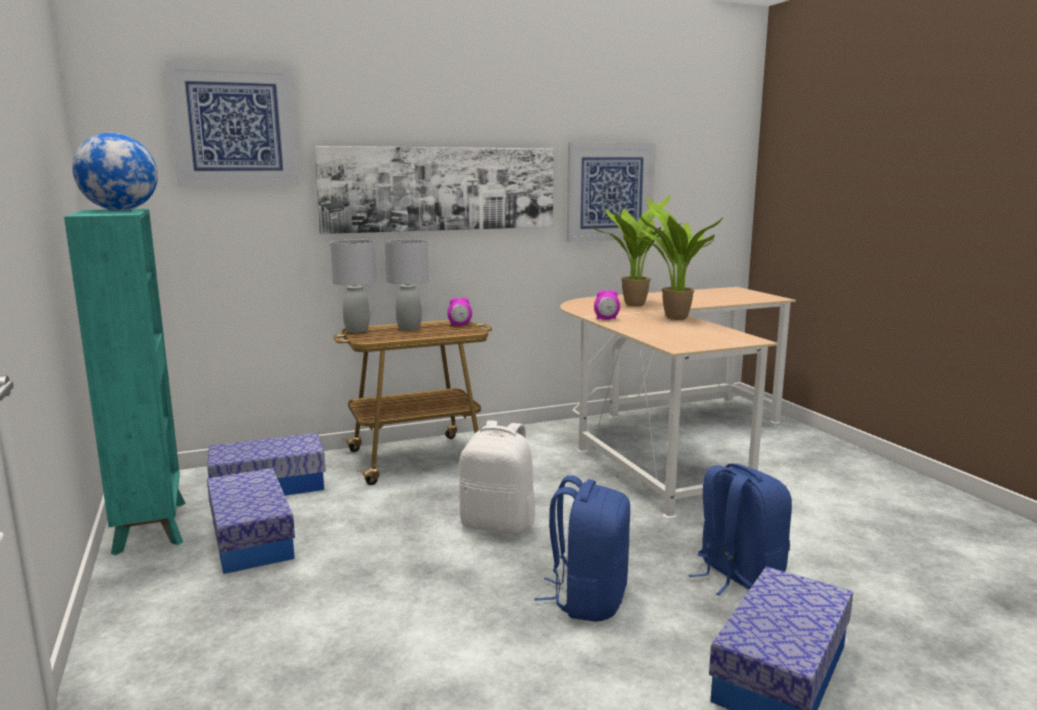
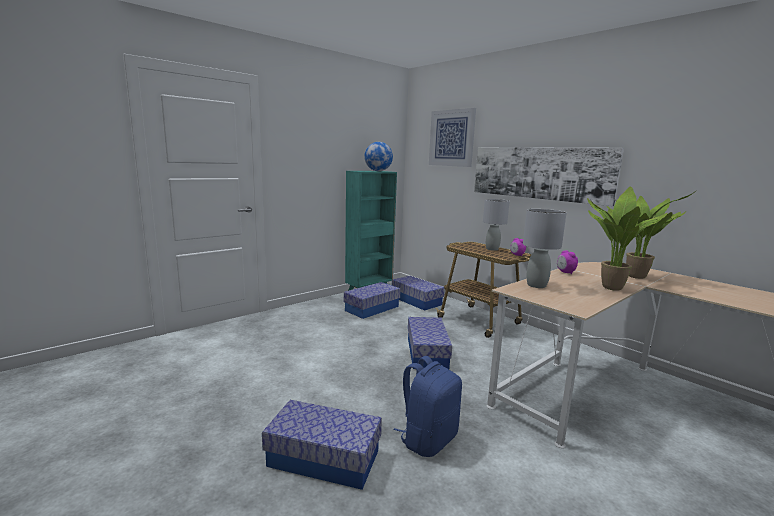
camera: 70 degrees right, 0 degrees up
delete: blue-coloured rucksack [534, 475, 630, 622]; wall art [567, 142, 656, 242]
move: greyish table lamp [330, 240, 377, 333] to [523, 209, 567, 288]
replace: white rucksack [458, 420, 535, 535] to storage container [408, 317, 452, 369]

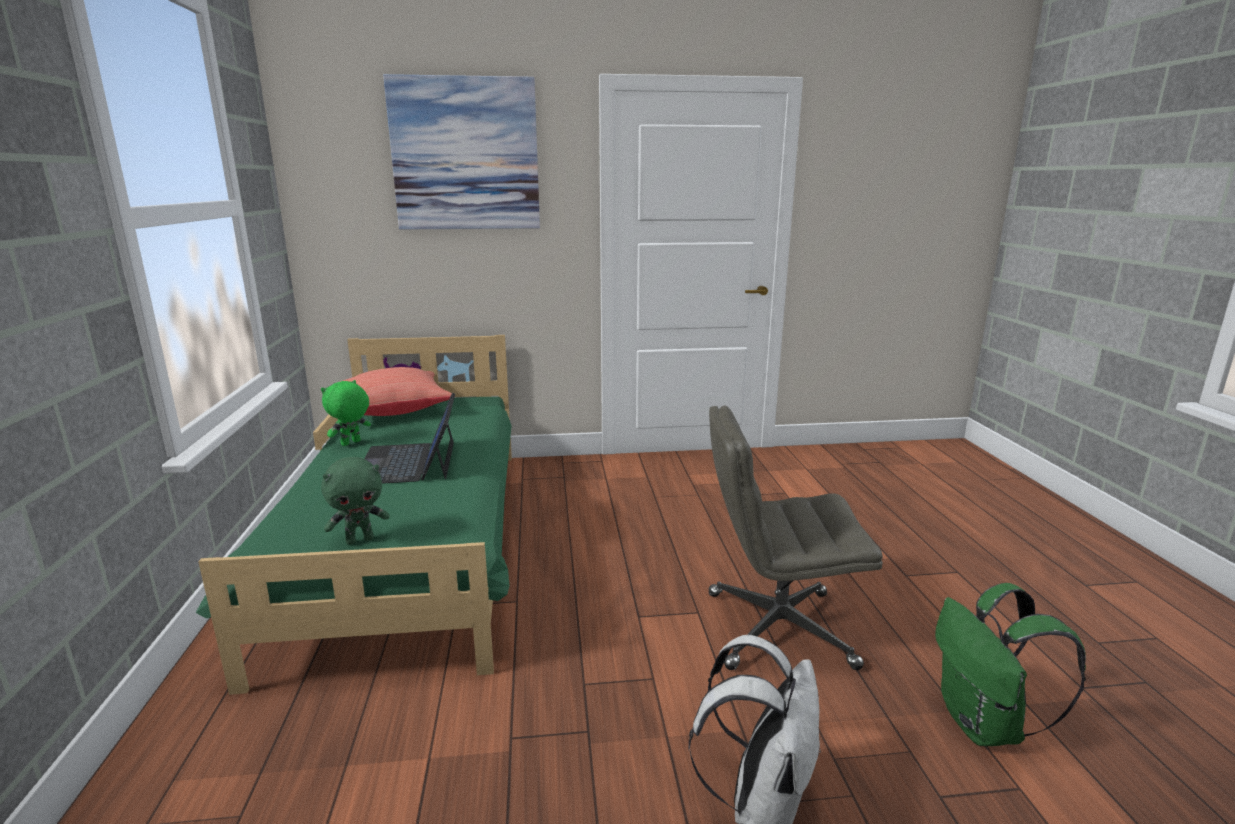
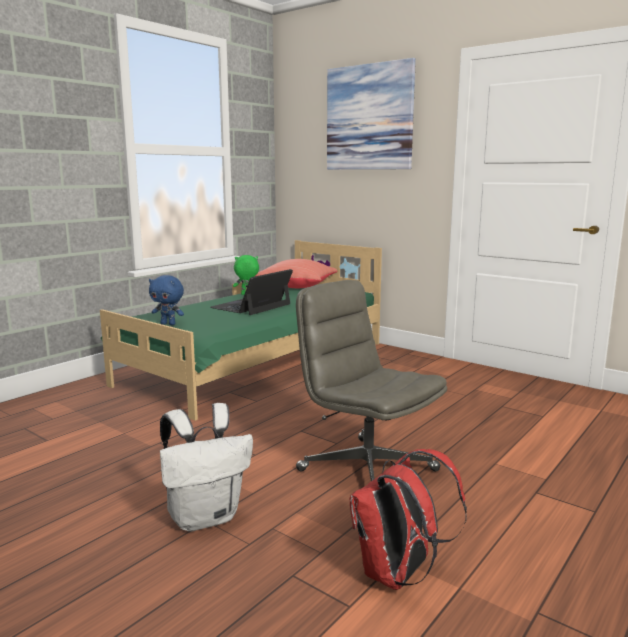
camera: 45 degrees right, 5 degrees down
recolor: green-coloured plush toy [321, 457, 390, 545] to blue-coloured plush toy [149, 275, 184, 325]; green-coloured rucksack [935, 583, 1086, 746] to red rucksack [350, 449, 467, 590]

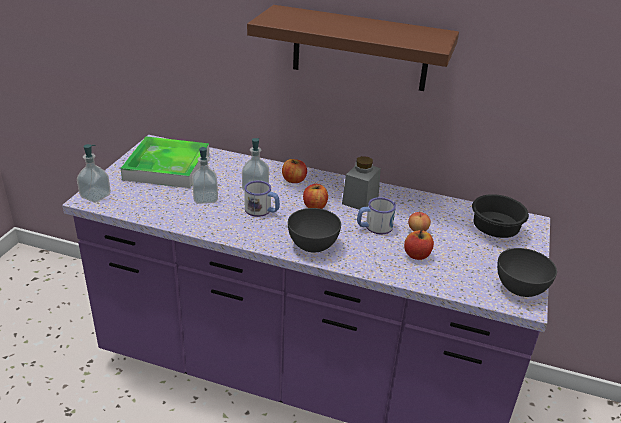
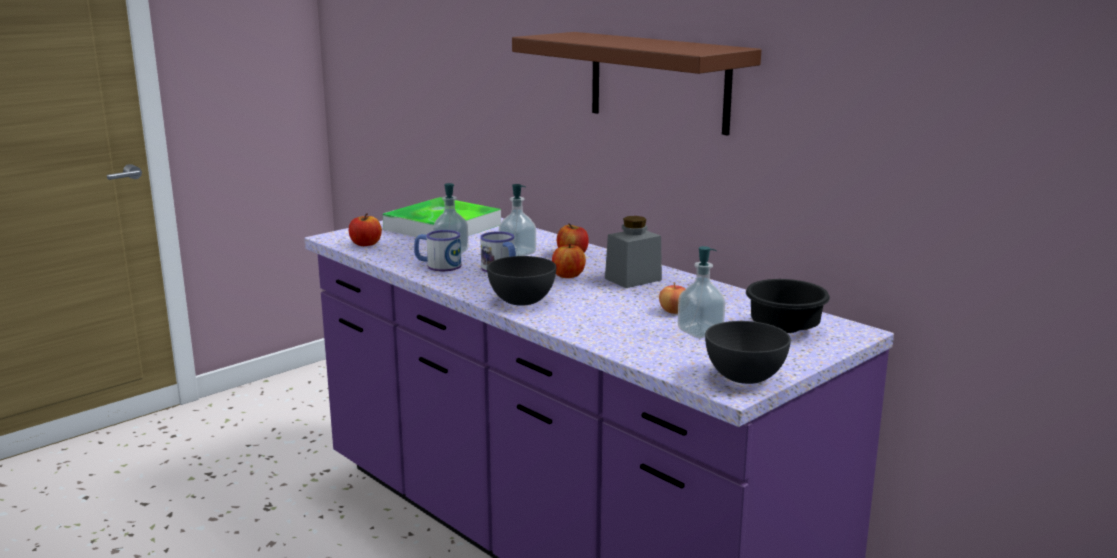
camera: 30 degrees right, 15 degrees down
move: apple fruit [404, 230, 434, 260] to [349, 213, 382, 246]; tea mug [357, 197, 396, 235] to [414, 230, 462, 271]; soap bottle [77, 144, 111, 203] to [678, 246, 726, 338]

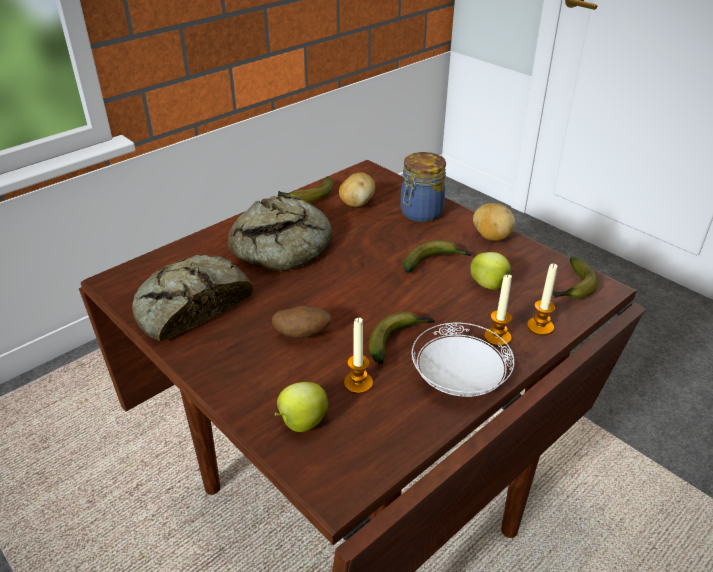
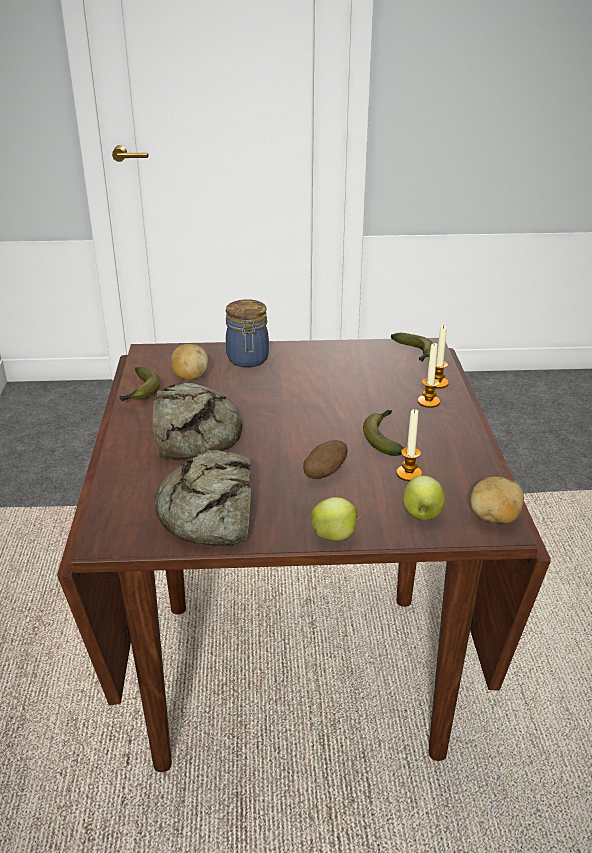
camera: 50 degrees left, 5 degrees down
delete: whole banana [403, 240, 471, 273]; white flat dish [412, 322, 514, 397]
move: apple fruit [470, 252, 511, 290] to [310, 497, 361, 541]; potato [473, 203, 515, 241] to [470, 477, 524, 524]

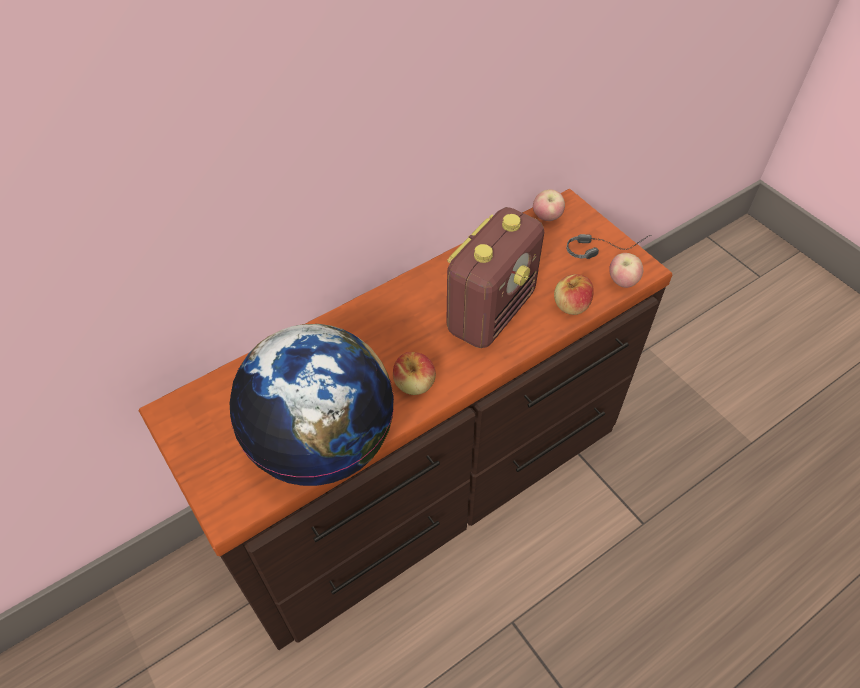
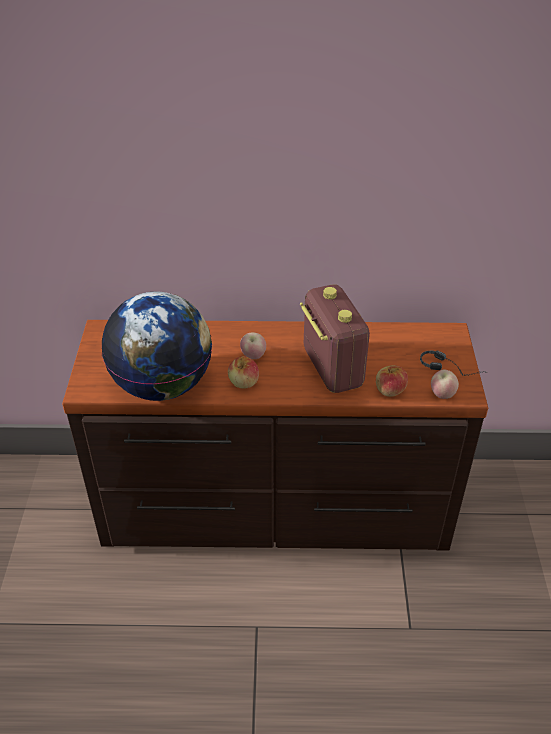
camera: 35 degrees right, 10 degrees down
move: apple fruit [533, 189, 565, 221] to [240, 332, 266, 359]
rotate: radio [446, 207, 544, 348] = [300, 284, 370, 393] 90 degrees counterclockwise

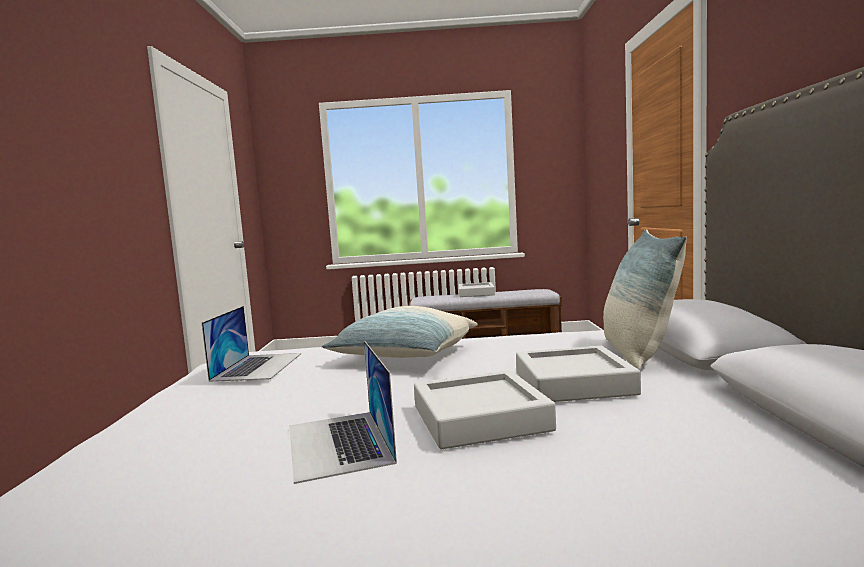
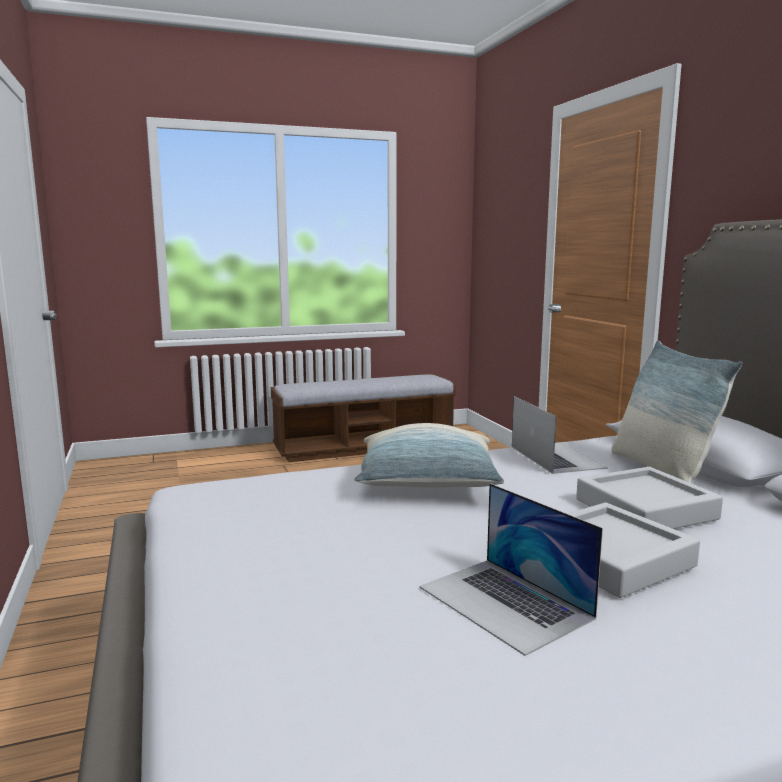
camera: 20 degrees left, 5 degrees up
delete: greyish serving tray [459, 282, 495, 297]
move: notebook computer [202, 306, 301, 382] to [512, 396, 608, 474]

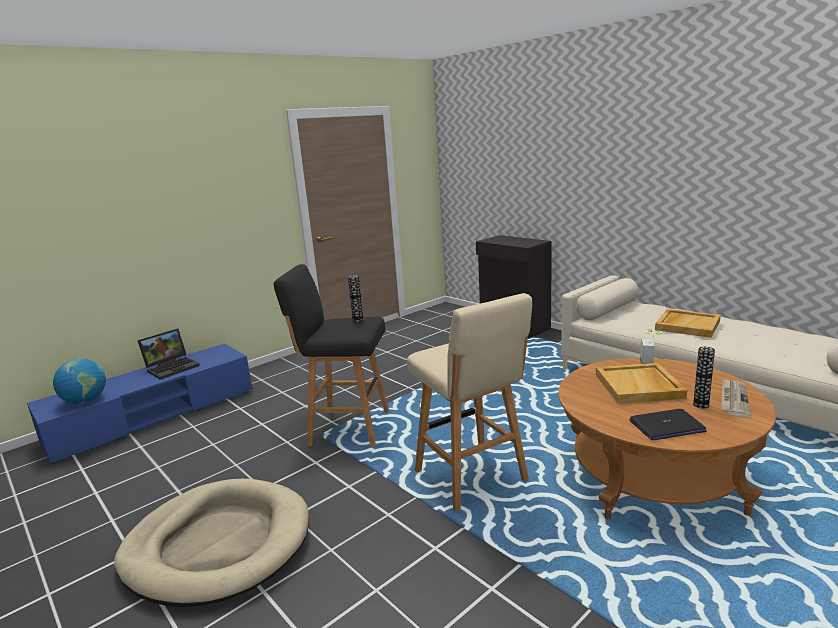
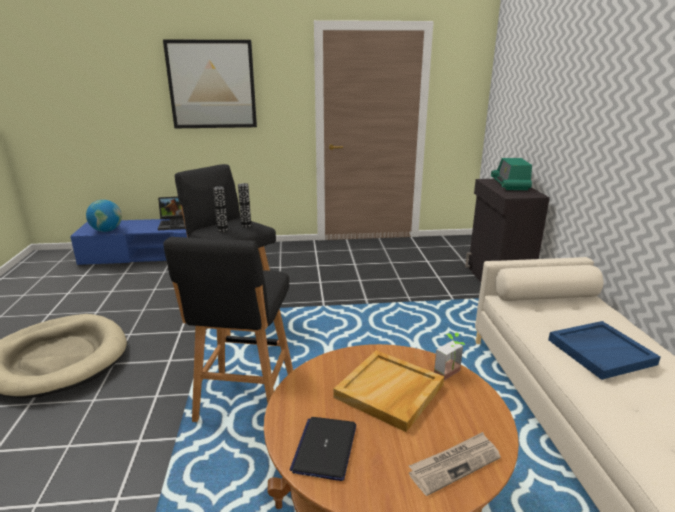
camera: 35 degrees right, 5 degrees up
insert: wall art [163, 40, 257, 128]; radio [491, 158, 532, 190]
move: flower vase [693, 347, 715, 409] to [213, 186, 228, 232]
recolor: beige-coloured sitting stool [407, 293, 532, 511] to black-coloured sitting stool [163, 237, 293, 422]; beige-coloured serving tray [655, 309, 721, 338] to blue-coloured serving tray [548, 321, 661, 380]
rotate: notebook computer [629, 409, 707, 440] = [290, 417, 356, 481] 75 degrees clockwise

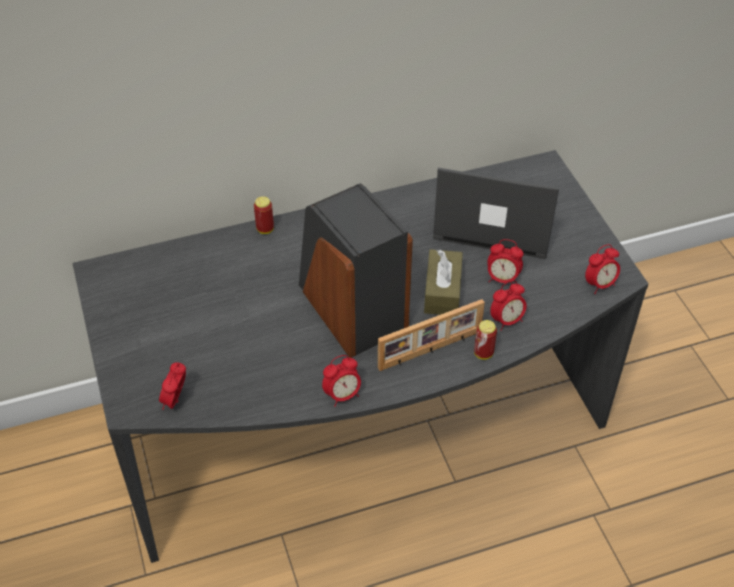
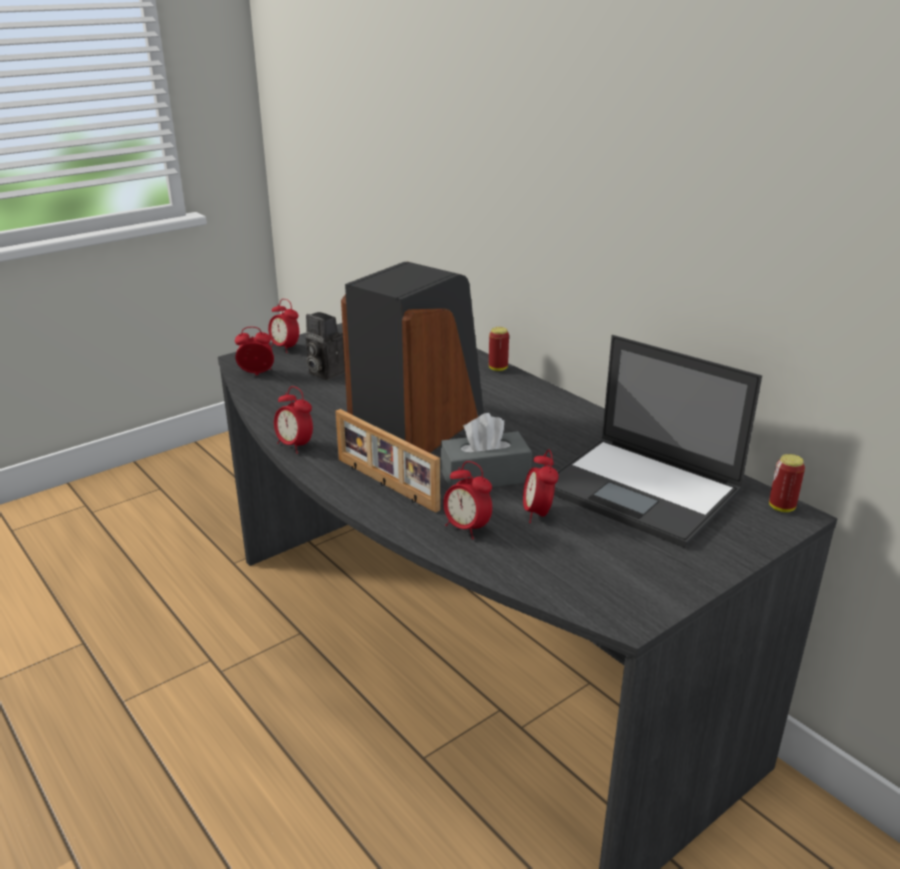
camera: 70 degrees right, 20 degrees down
insert: still camera [306, 312, 345, 380]
move: table clock [585, 244, 620, 294] to [268, 299, 299, 353]; can [474, 320, 497, 360] to [769, 454, 805, 512]
recolor: brown-coloured box of tissues [424, 249, 463, 315] to greyish box of tissues [441, 413, 532, 488]
rotate: notebook computer [433, 168, 559, 259] = [554, 335, 762, 548] 135 degrees clockwise

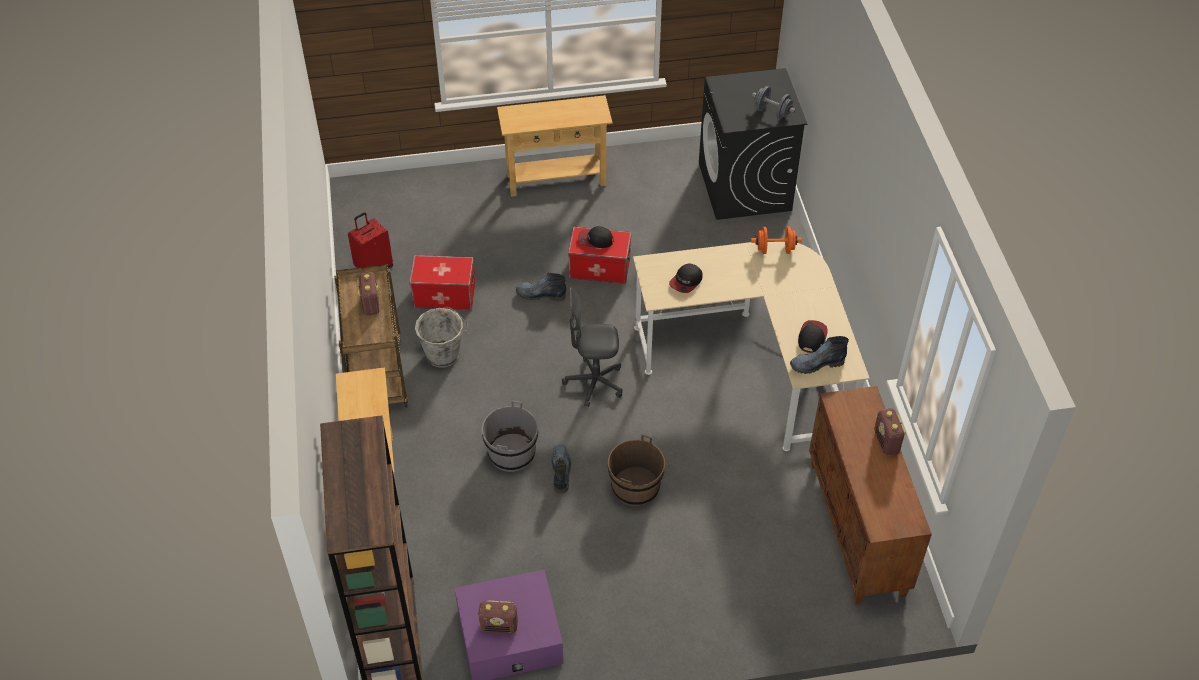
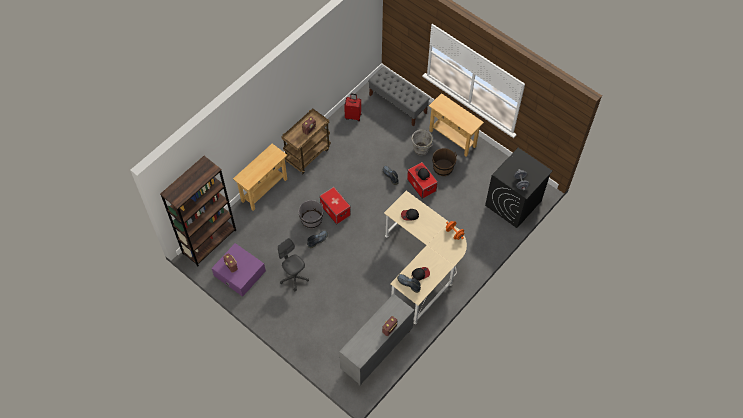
camera: 50 degrees right, 10 degrees up
insert: greyish indoor bench [368, 67, 430, 126]
move: greyish office chair [562, 287, 622, 407] to [278, 238, 309, 291]; storage container [410, 255, 475, 310] to [319, 187, 351, 224]; greyish water bucket [415, 307, 469, 368] to [412, 129, 433, 156]; brown-coloured water bucket [608, 435, 665, 507] to [432, 148, 457, 176]
recolor: brown-coloured cupboard [809, 386, 932, 604] to greyish cupboard [339, 294, 415, 386]

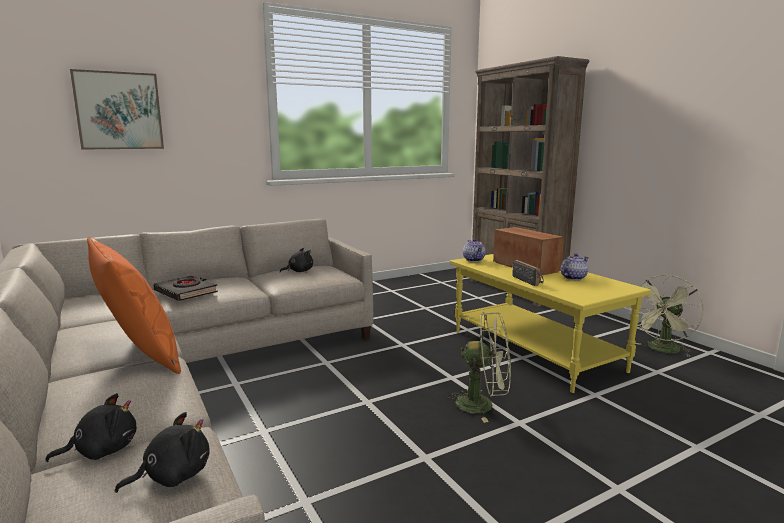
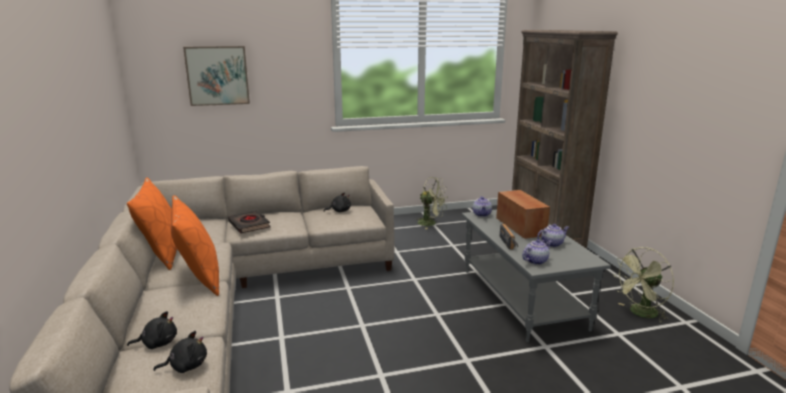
camera: 15 degrees right, 5 degrees up
insert: orange-coloured cushion [127, 177, 177, 270]; tea pot [522, 239, 552, 265]
move: green-coloured cooling fan [446, 312, 511, 423] to [416, 177, 448, 229]
recolor: yellowish low table [450, 254, 652, 393] to greyish low table [462, 210, 611, 342]

